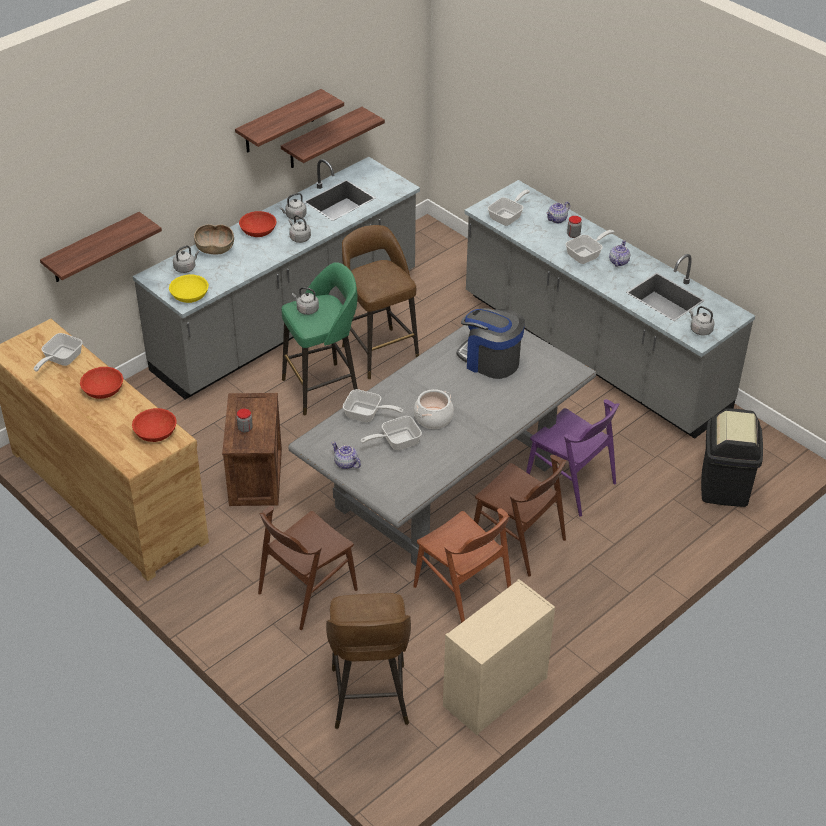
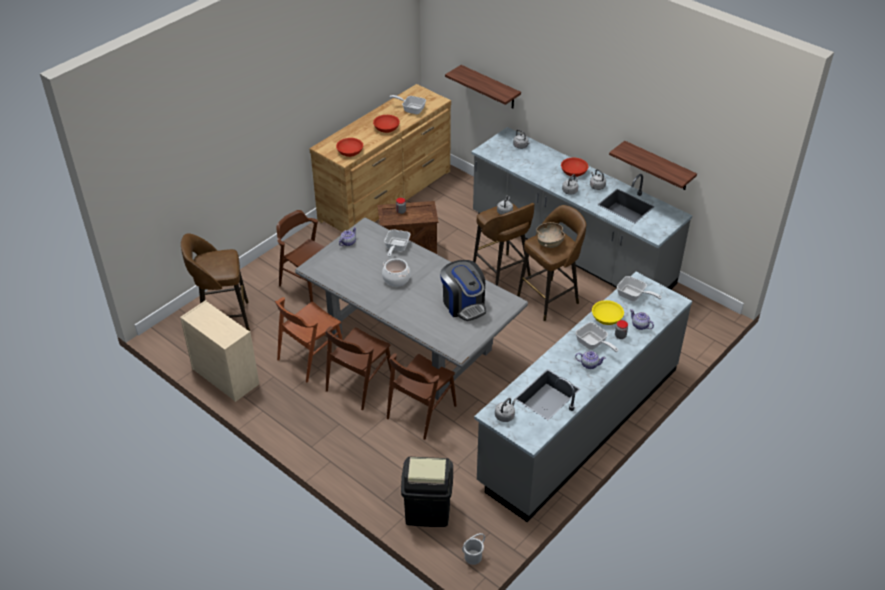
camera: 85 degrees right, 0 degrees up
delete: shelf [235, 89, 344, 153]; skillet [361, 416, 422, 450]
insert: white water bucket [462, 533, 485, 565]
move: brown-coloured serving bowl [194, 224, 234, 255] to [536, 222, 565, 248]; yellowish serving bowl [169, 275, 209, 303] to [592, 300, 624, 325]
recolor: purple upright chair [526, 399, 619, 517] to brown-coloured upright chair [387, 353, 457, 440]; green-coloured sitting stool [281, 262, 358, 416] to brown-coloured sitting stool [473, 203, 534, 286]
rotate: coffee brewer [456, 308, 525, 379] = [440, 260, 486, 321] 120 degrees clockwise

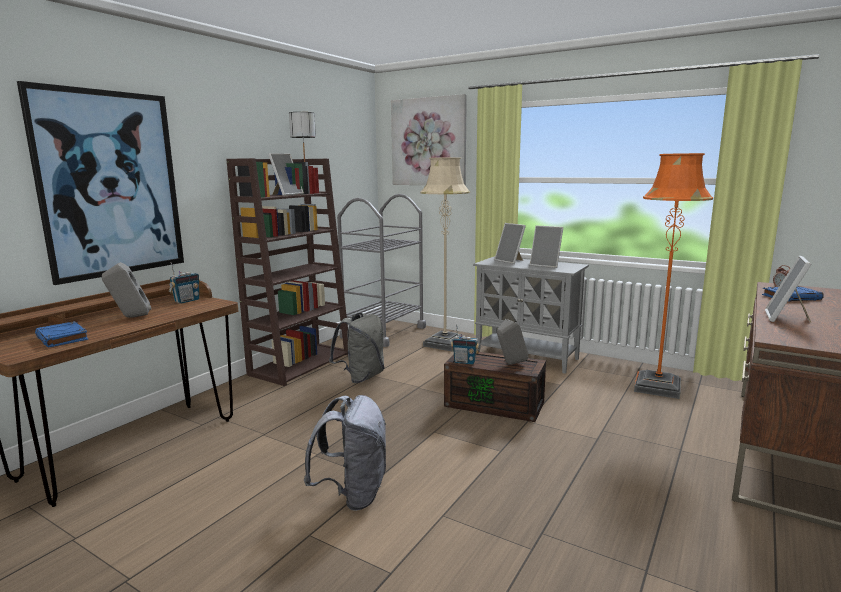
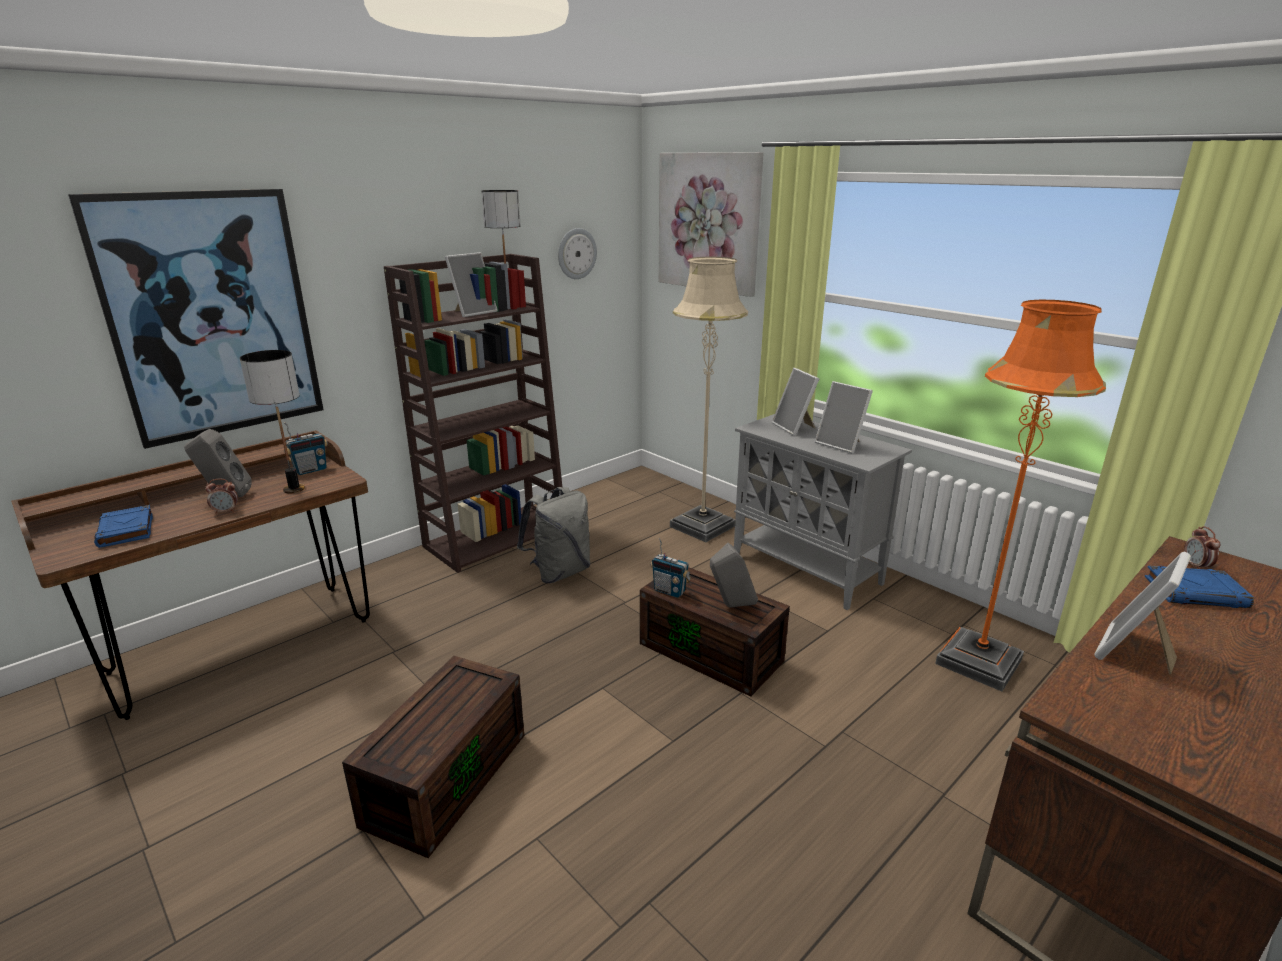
camera: 15 degrees right, 10 degrees up
delete: greyish cart [337, 194, 426, 347]
insert: table clock [206, 479, 238, 514]; table lamp [240, 350, 305, 494]; hanging clock [558, 228, 597, 279]
replace: greyish rucksack [304, 395, 386, 511] to brown-coloured storage container [342, 656, 524, 858]

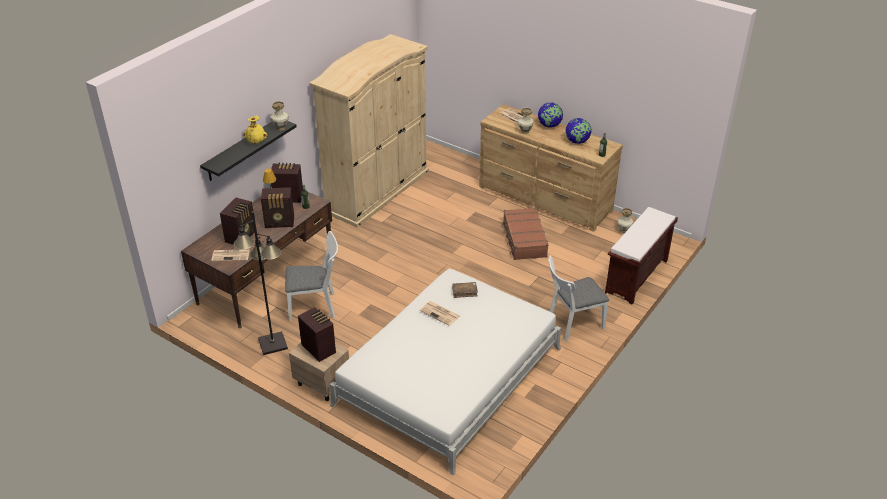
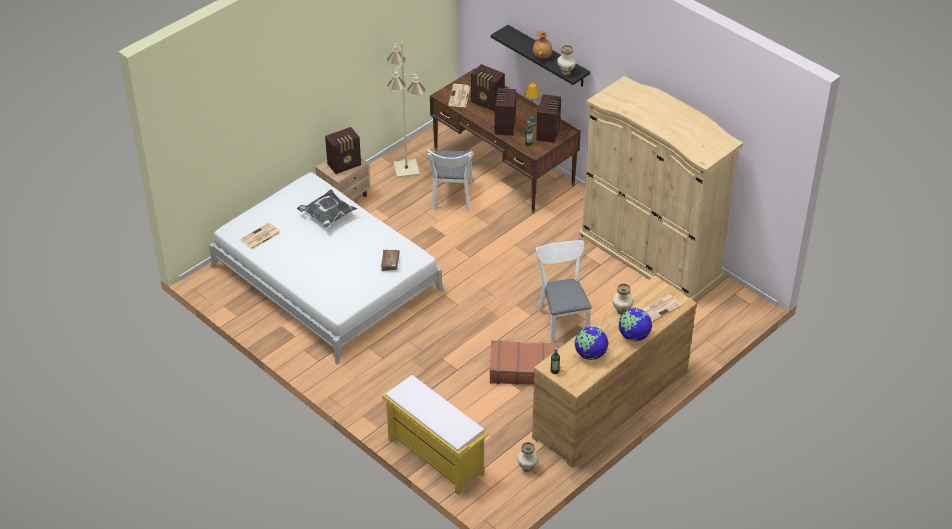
camera: 100 degrees right, 5 degrees up
insert: cushion [297, 189, 357, 228]
move: newspaper [420, 301, 460, 326] to [240, 223, 280, 250]; white upright chair [548, 255, 609, 342] to [536, 240, 592, 343]
recolor: brown-coloured indoor bench [605, 207, 678, 304] to yellowish indoor bench [382, 375, 488, 495]; black-coloured floor lamp [234, 211, 288, 355] to beige-coloured floor lamp [387, 42, 425, 178]; yellowish flower vase [243, 116, 267, 144] to brown-coloured flower vase [533, 30, 552, 59]

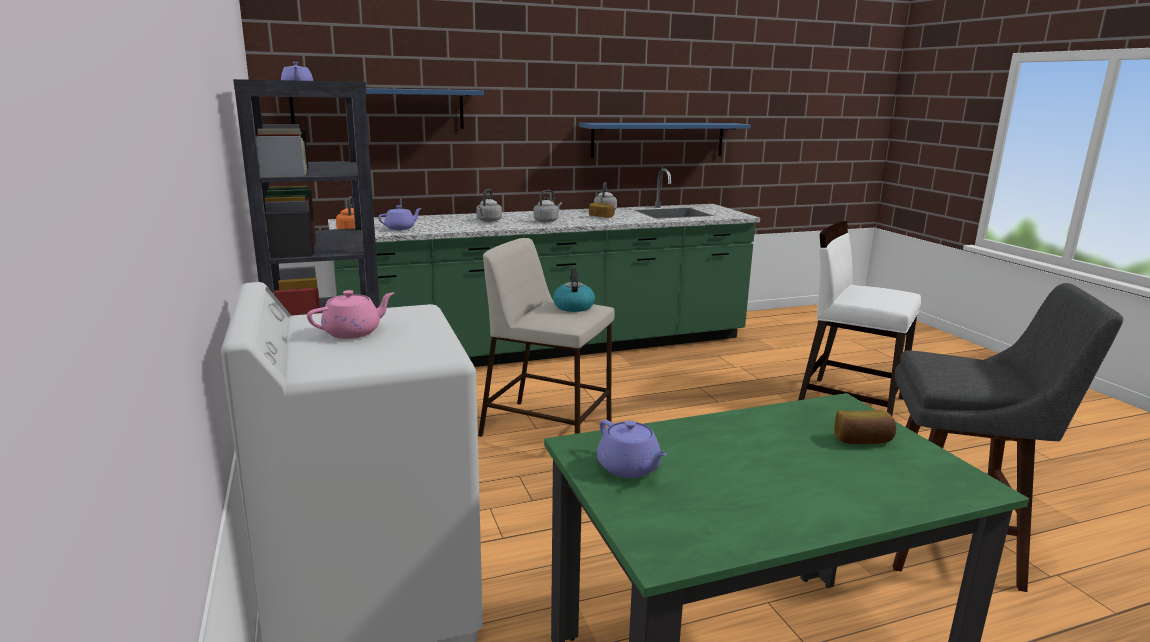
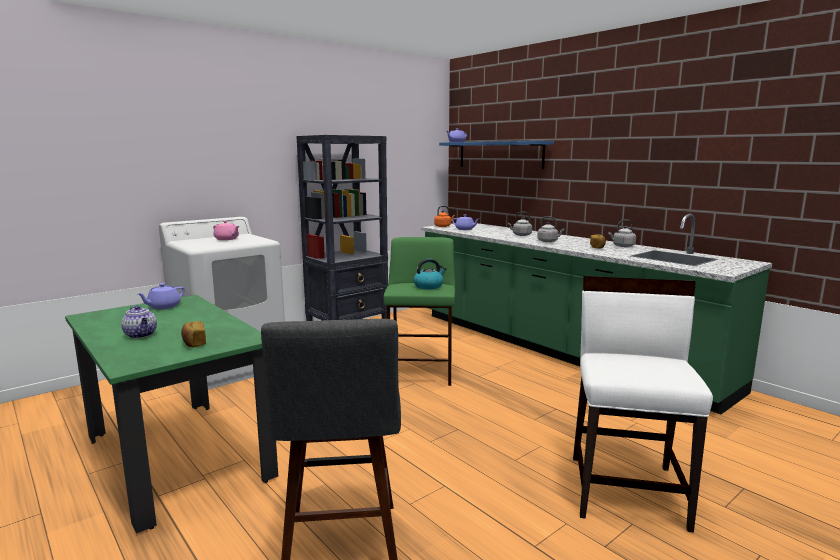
camera: 70 degrees right, 5 degrees down
delete: blue-coloured shelf [579, 123, 751, 158]
insert: tea pot [121, 305, 157, 338]
recolor: beige-coloured sitting stool [478, 238, 615, 436] to green-coloured sitting stool [383, 237, 455, 386]

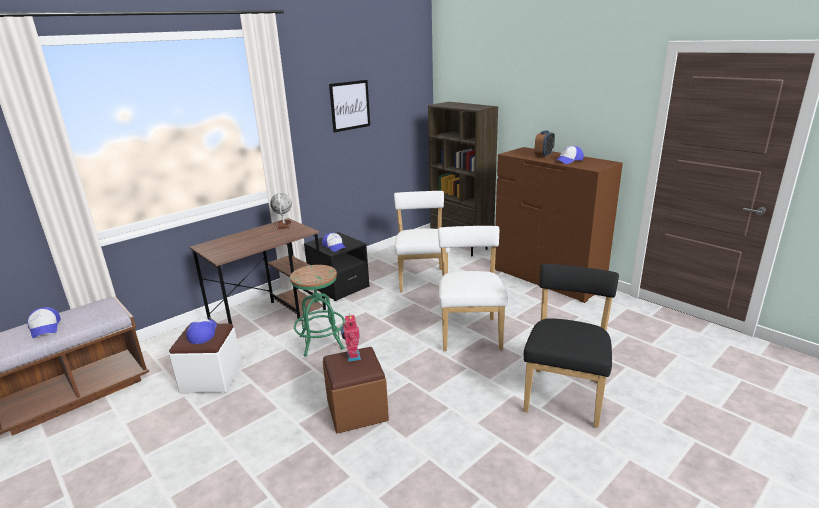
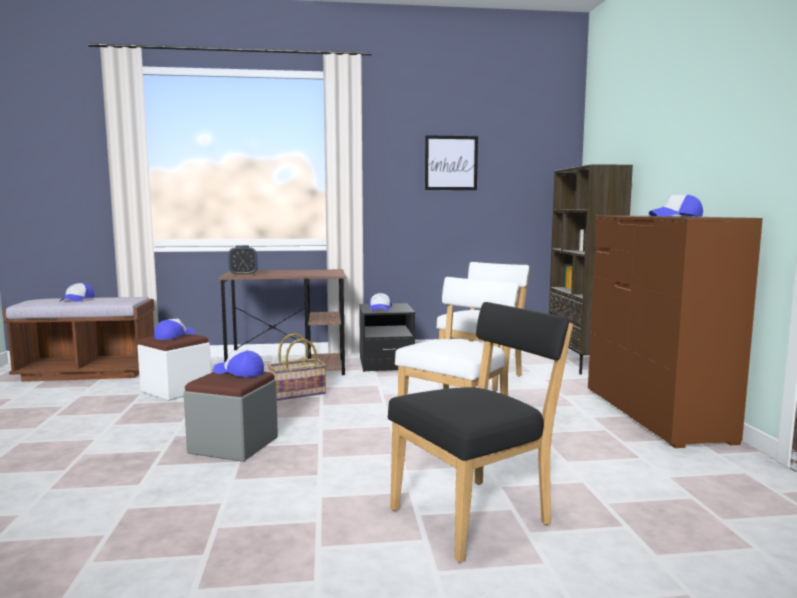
camera: 35 degrees right, 15 degrees down
delete: desk globe [270, 193, 292, 229]
move: table clock [534, 131, 555, 158] to [228, 245, 258, 276]
replace: toy robot [341, 313, 361, 362] to cap [213, 350, 264, 377]; green-coloured sitting stool [290, 265, 345, 357] to basket [268, 333, 326, 401]
recolor: brown-coloured ottoman [323, 347, 389, 434] to greyish ottoman [184, 372, 278, 462]

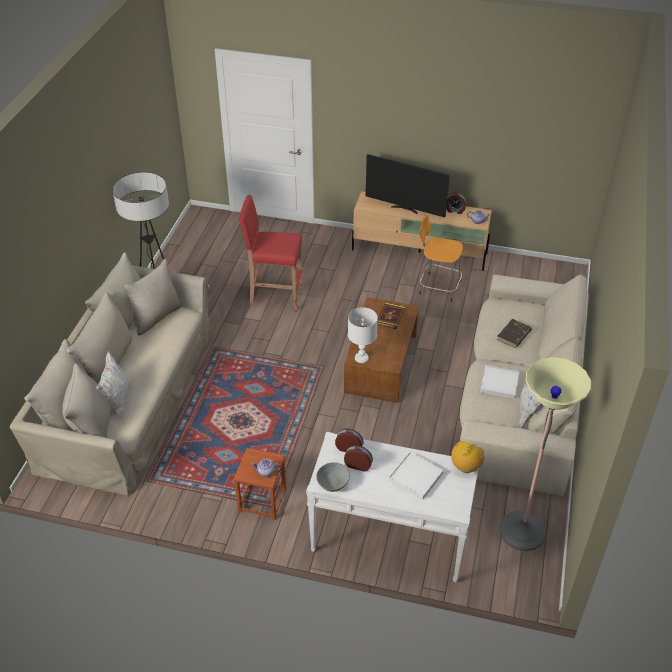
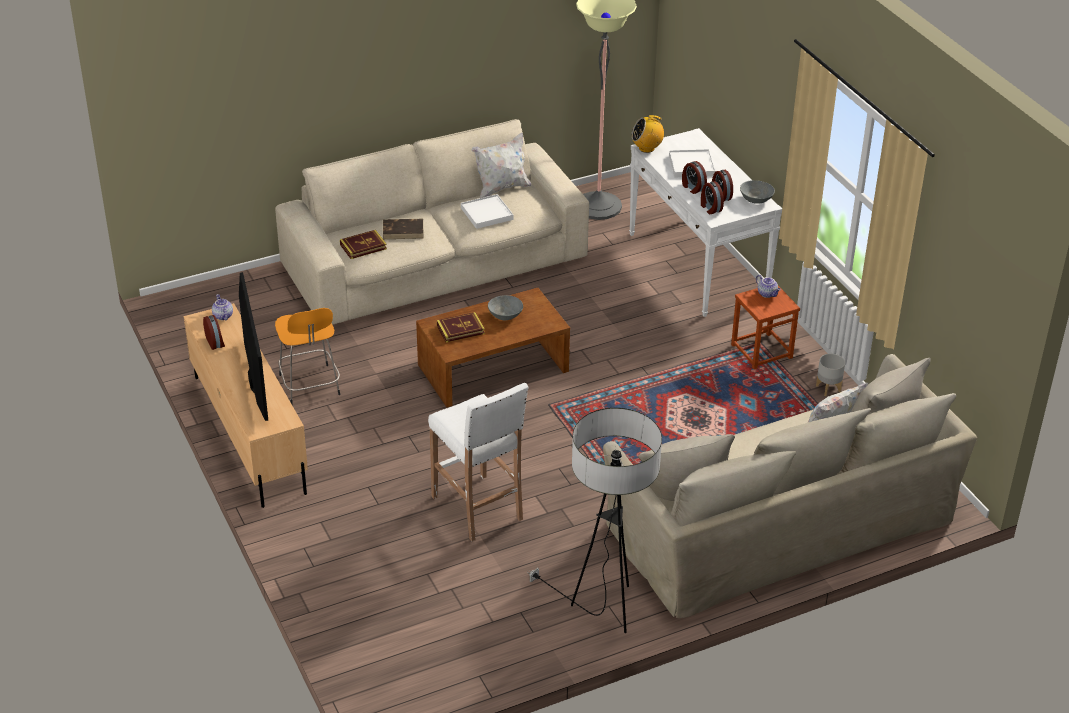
camera: 130 degrees left, 5 degrees down
delete: white table lamp [348, 307, 378, 363]
insert: bound book [340, 230, 387, 259]; greyish serving bowl [488, 295, 523, 320]; table clock [682, 161, 707, 194]; greyish planter [816, 354, 845, 396]
recolor: red sitting stool [239, 195, 303, 312] to white sitting stool [428, 383, 529, 541]

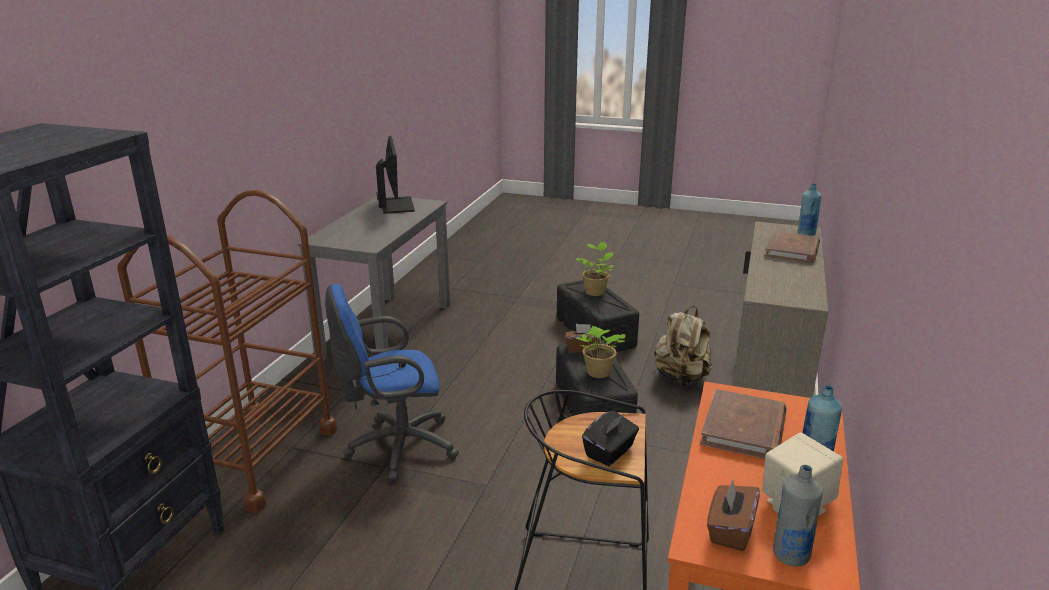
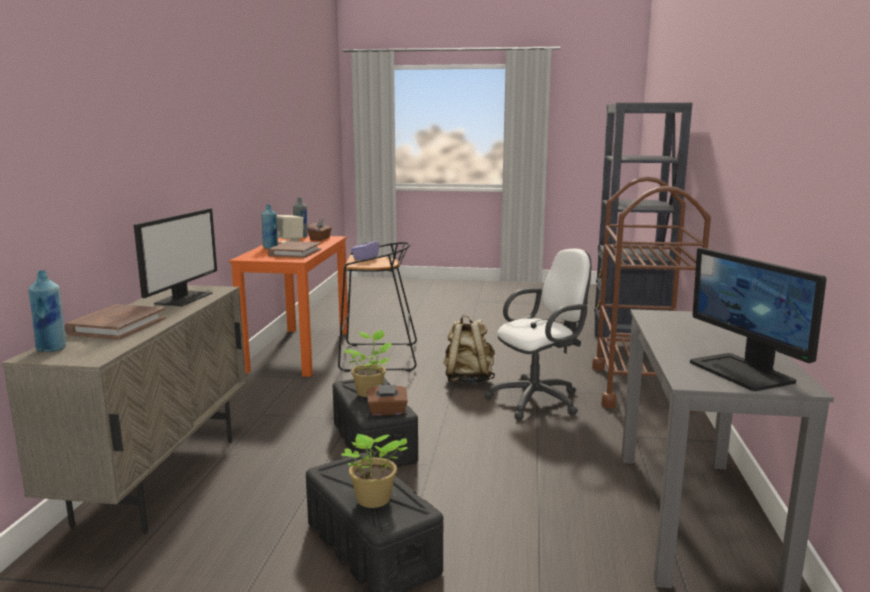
camera: 170 degrees right, 10 degrees down
insert: computer display [134, 208, 217, 306]
move: beige-coloured rucksack [654, 306, 712, 386] to [443, 315, 495, 384]
recolor: black-coloured box of tissues [582, 410, 639, 466] to purple box of tissues [351, 236, 380, 260]; blue-coloured office chair [325, 284, 459, 481] to white office chair [485, 249, 591, 420]

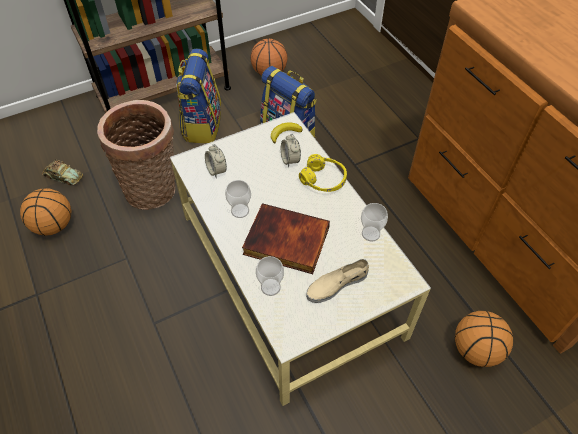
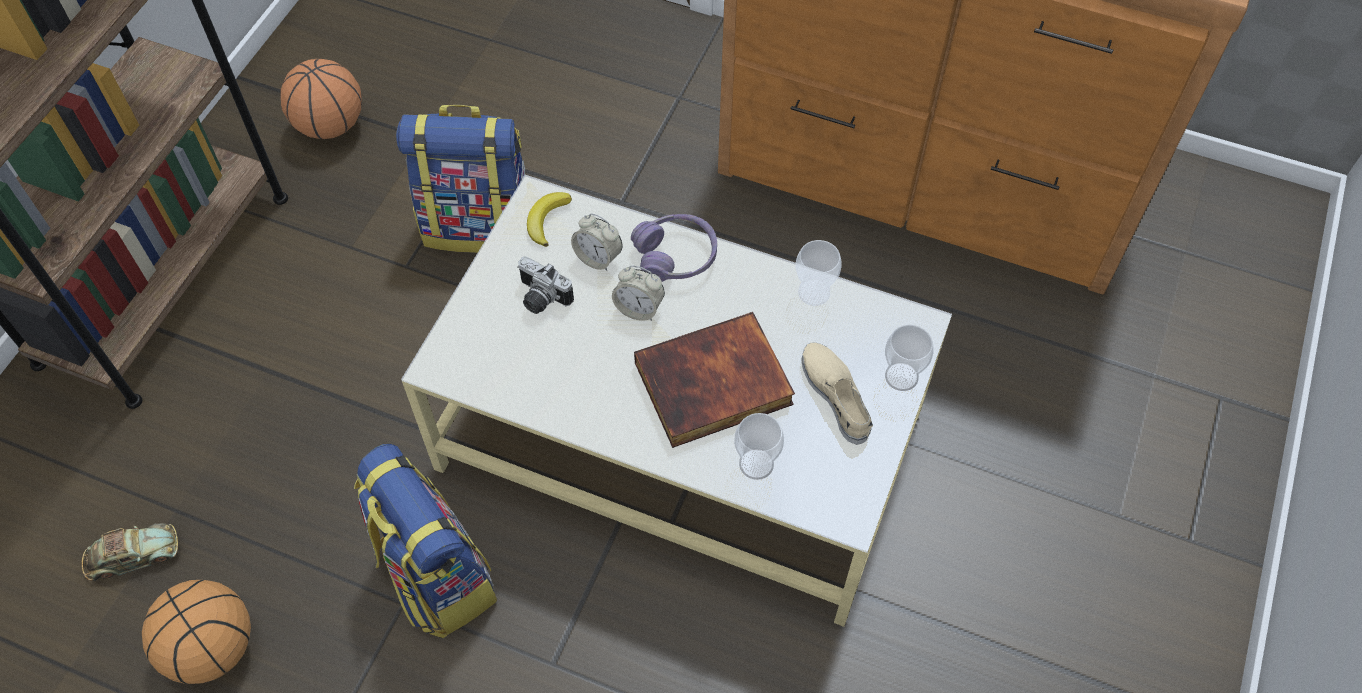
camera: 40 degrees left, 5 degrees up
delete: basket [97, 100, 175, 210]; basketball ball [455, 311, 513, 367]
insert: still camera [517, 256, 574, 314]
move: rucksack [176, 49, 221, 143] to [354, 444, 497, 638]; table clock [205, 144, 227, 177] to [612, 265, 665, 321]; small cup [225, 180, 251, 218] to [885, 325, 934, 391]
recolor: yellowish pair of headphones [299, 154, 347, 192] to purple pair of headphones [631, 214, 717, 282]
rotate: beige-coloured low shoe [306, 259, 369, 303] = [801, 342, 873, 445] 135 degrees clockwise

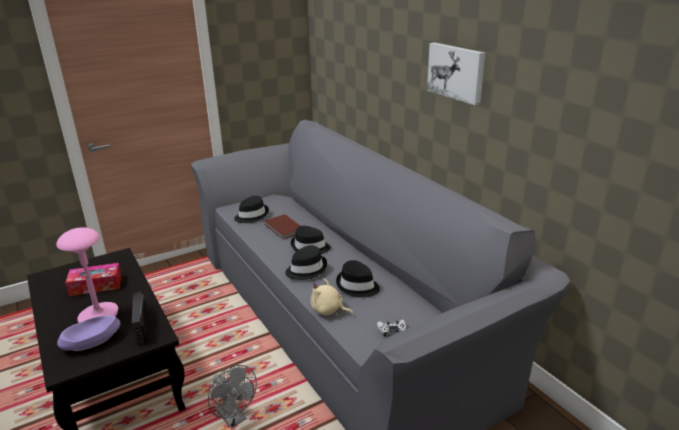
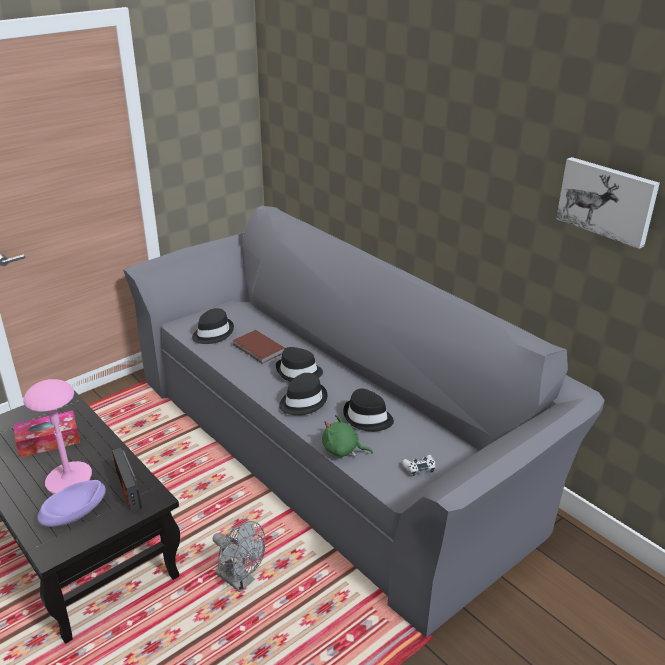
camera: 10 degrees left, 5 degrees up
move: wall art [427, 43, 485, 105] to [556, 157, 660, 249]
recolor: beige-coloured plush toy [311, 278, 354, 316] to green-coloured plush toy [322, 414, 373, 457]

